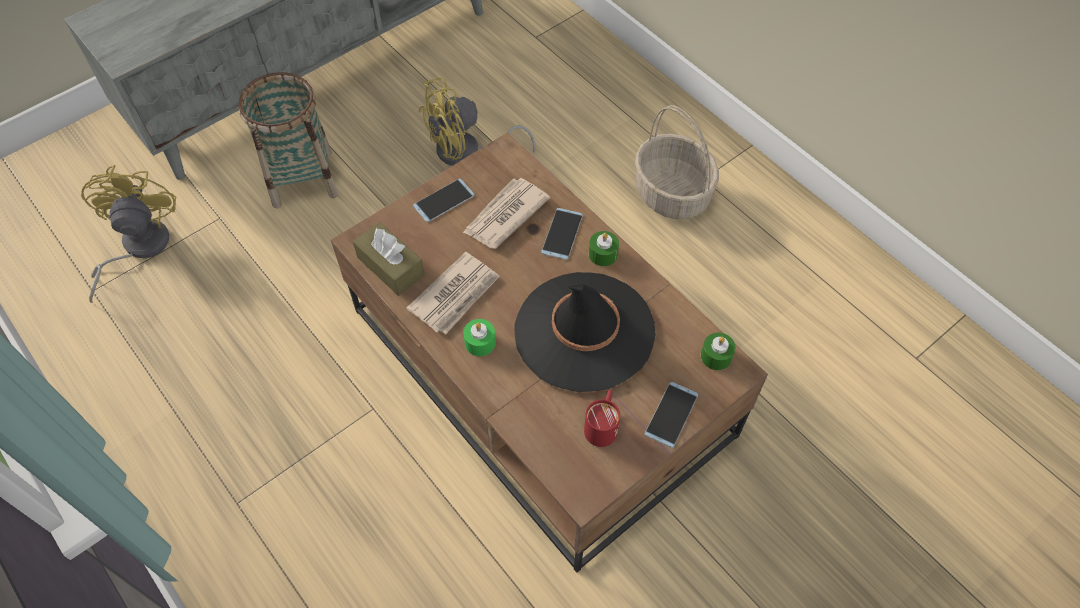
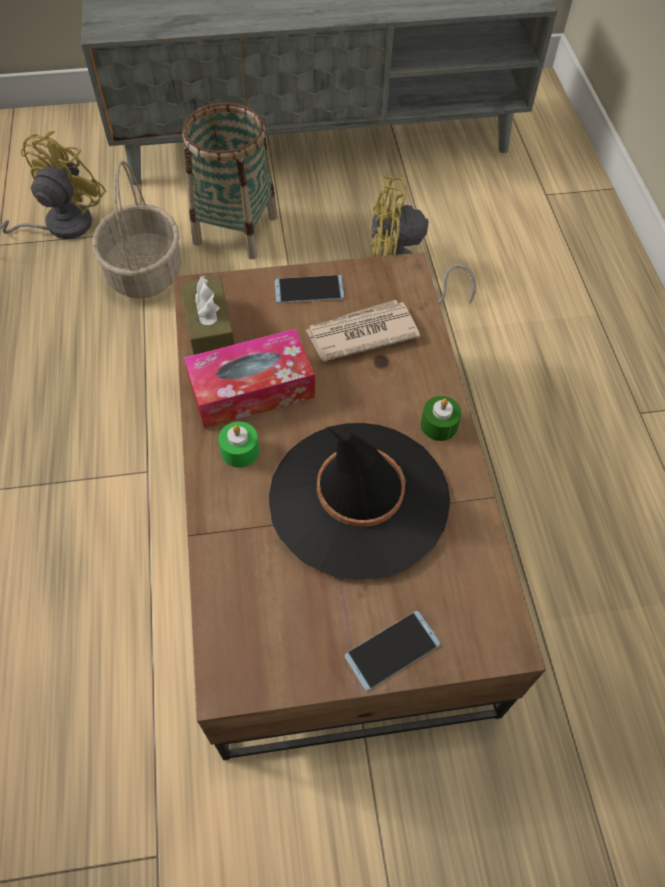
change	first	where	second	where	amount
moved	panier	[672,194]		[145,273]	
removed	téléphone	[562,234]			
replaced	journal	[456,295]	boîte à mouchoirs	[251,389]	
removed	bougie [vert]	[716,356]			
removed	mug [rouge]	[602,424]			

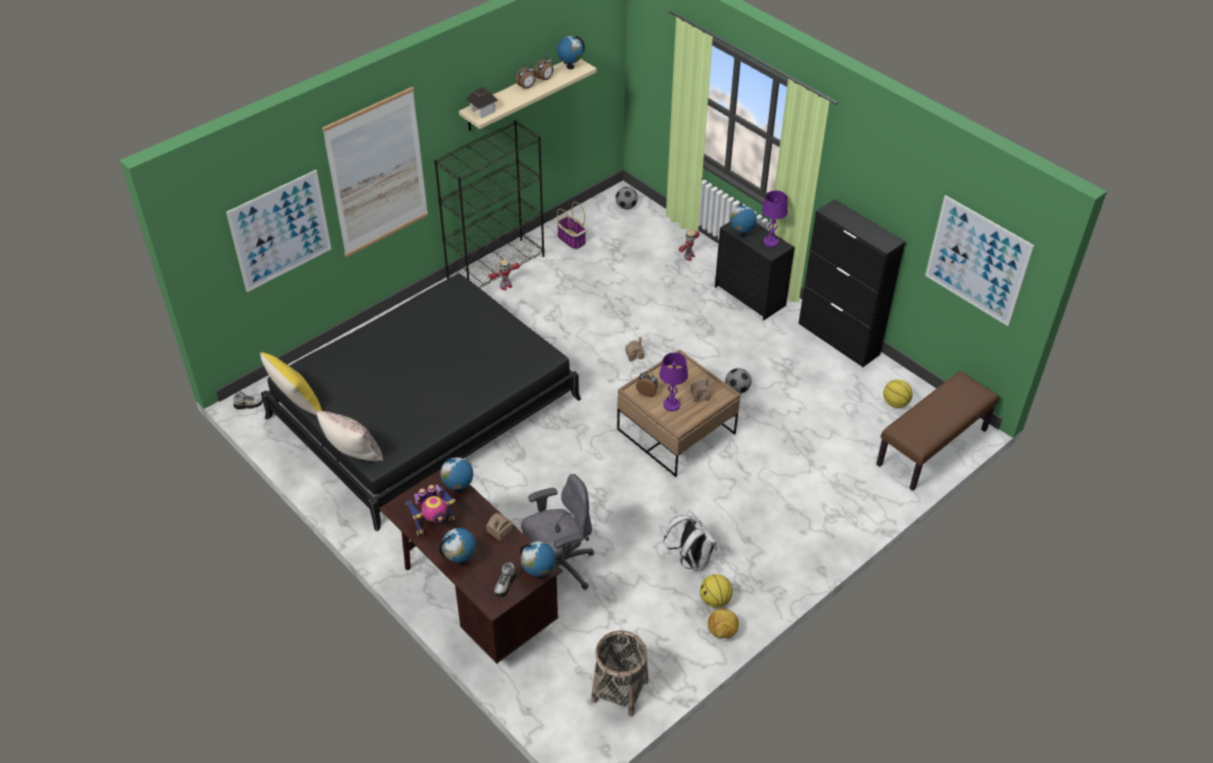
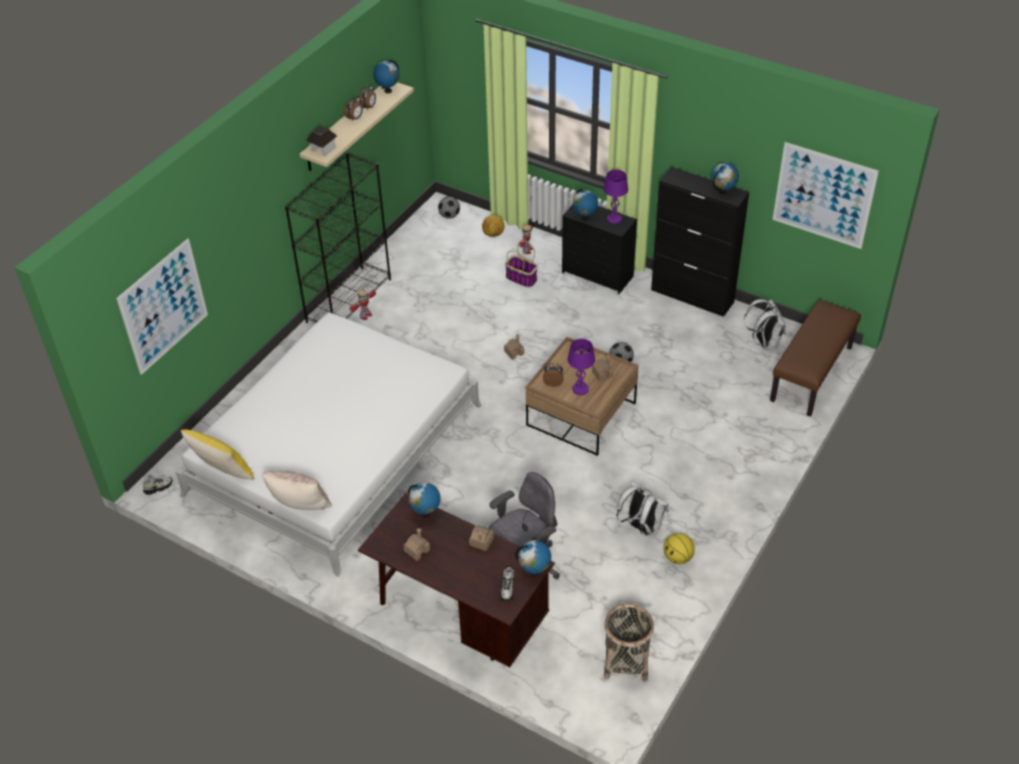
change	first	where	second	where	amount
removed	tableau	[377,173]			
moved	panier	[572,240]		[522,278]	
recoloured	lit [noir]	[424,408]	lit [blanc]	[335,449]	
replaced	ballon de basket	[895,403]	sac à dos [blanc]	[764,342]	
replaced	robot jouet	[434,523]	maison miniature	[417,550]	
moved	globe	[460,560]		[723,192]	
moved	ballon de foot	[722,632]		[493,234]	

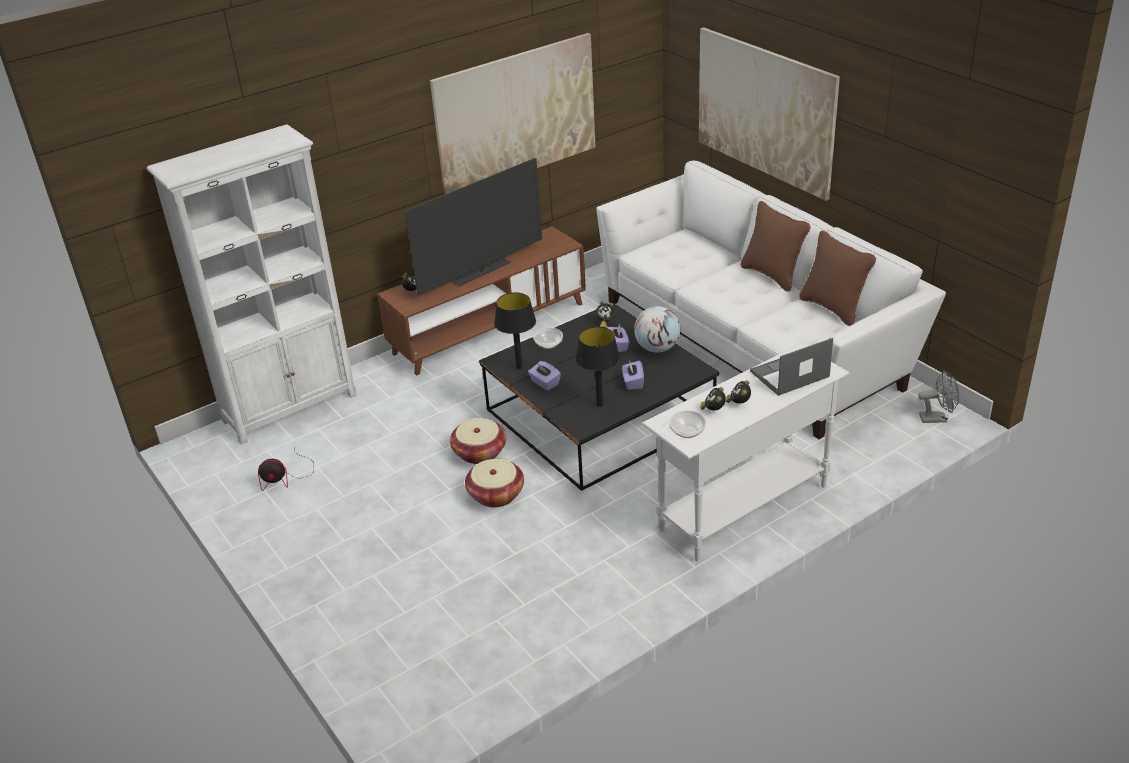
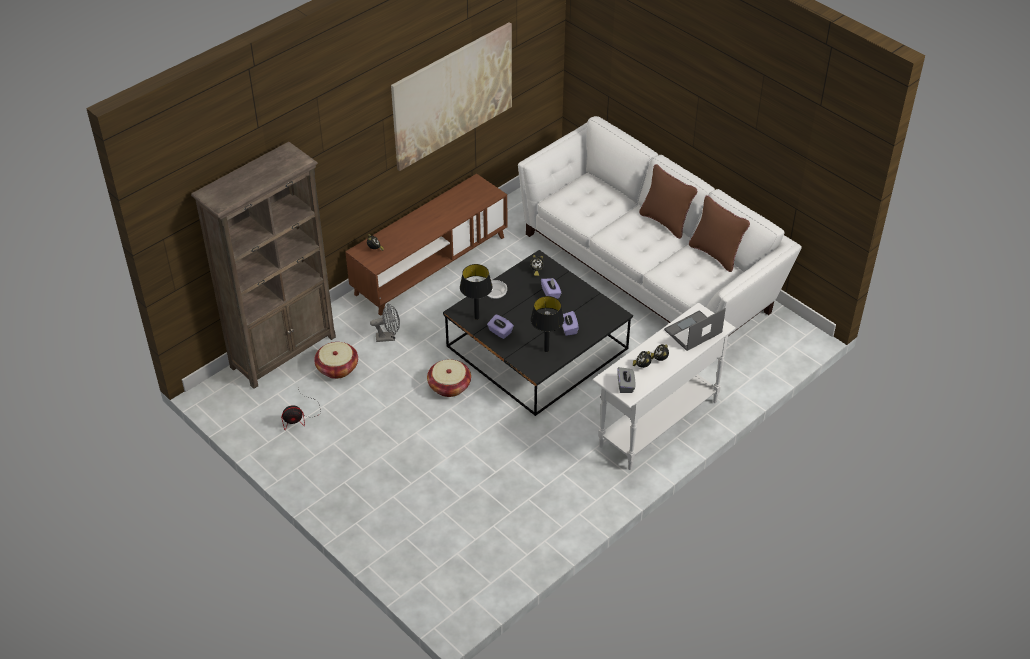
change	first	where	second	where	amount
removed	tableau	[764,111]			
recoloured	bibliothèque [blanc]	[291,407]	bibliothèque [marron]	[284,352]	
removed	téléviseur	[481,272]			
removed	globe	[657,348]			
moved	ventilateur [gris]	[937,418]		[388,337]	
replaced	bol	[687,431]	boîte à mouchoirs [gris]	[625,385]	
moved	panier	[496,494]		[337,368]	

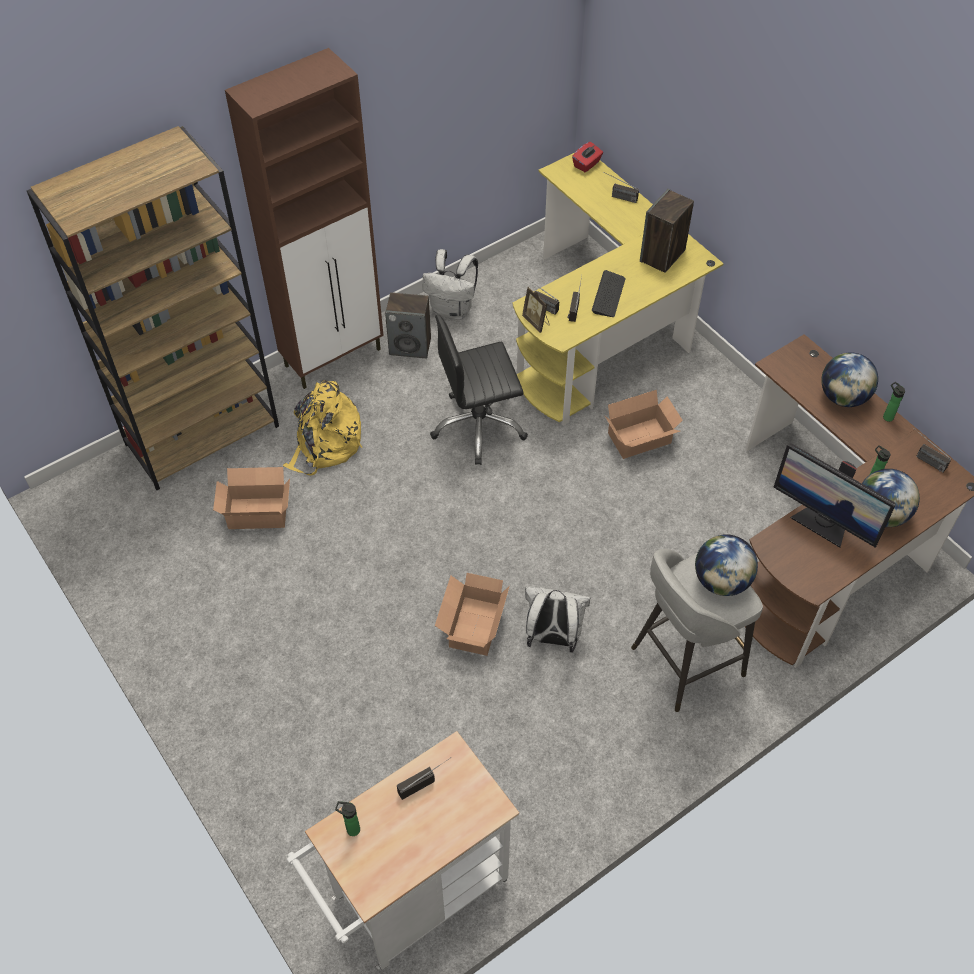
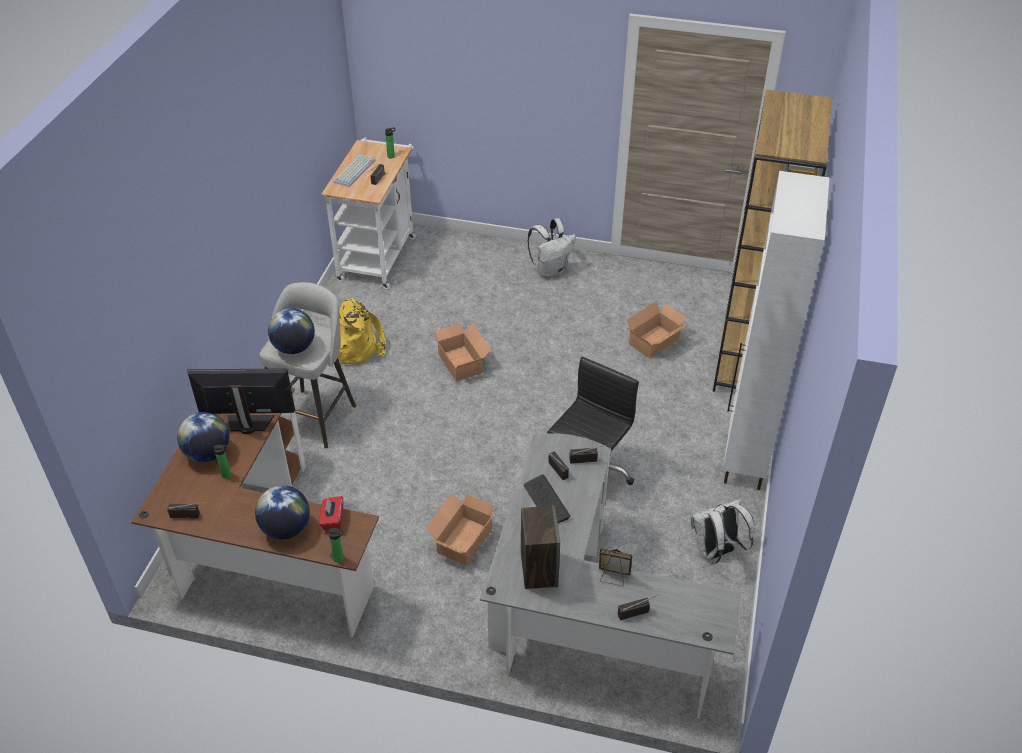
change	first	where	second	where	amount
recoloured	meuble de rangement [marron]	[334,357]	meuble de rangement [blanc]	[745,456]	
moved	boîte à mouchoirs [rouge]	[587,164]		[332,520]	
recoloured	bureau [jaune]	[603,331]	bureau [gris]	[579,618]	
moved	cadre photo	[536,322]		[613,577]	
removed	enceinte	[410,346]			
moved	sac à dos [jaune]	[325,444]		[355,345]	
moved	bouteille	[886,416]		[340,559]	
moved	sac à dos [blanc]	[553,638]		[550,270]	
added			clavier	[354,170]	

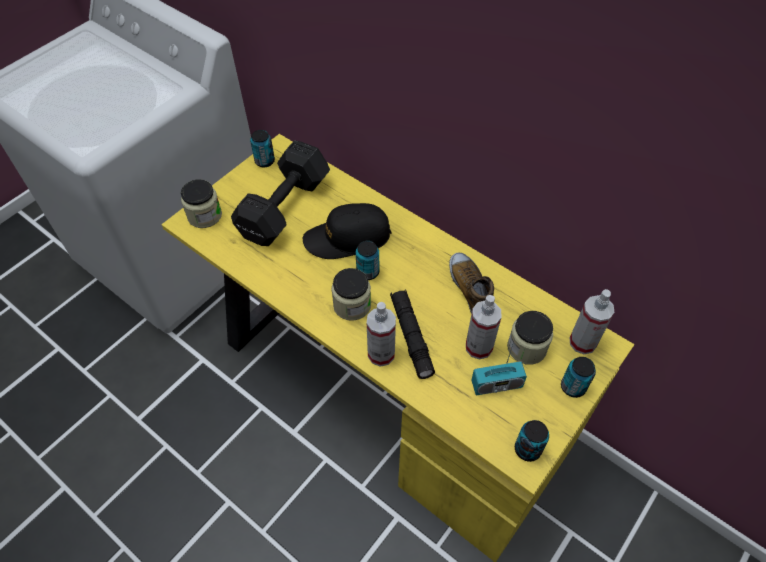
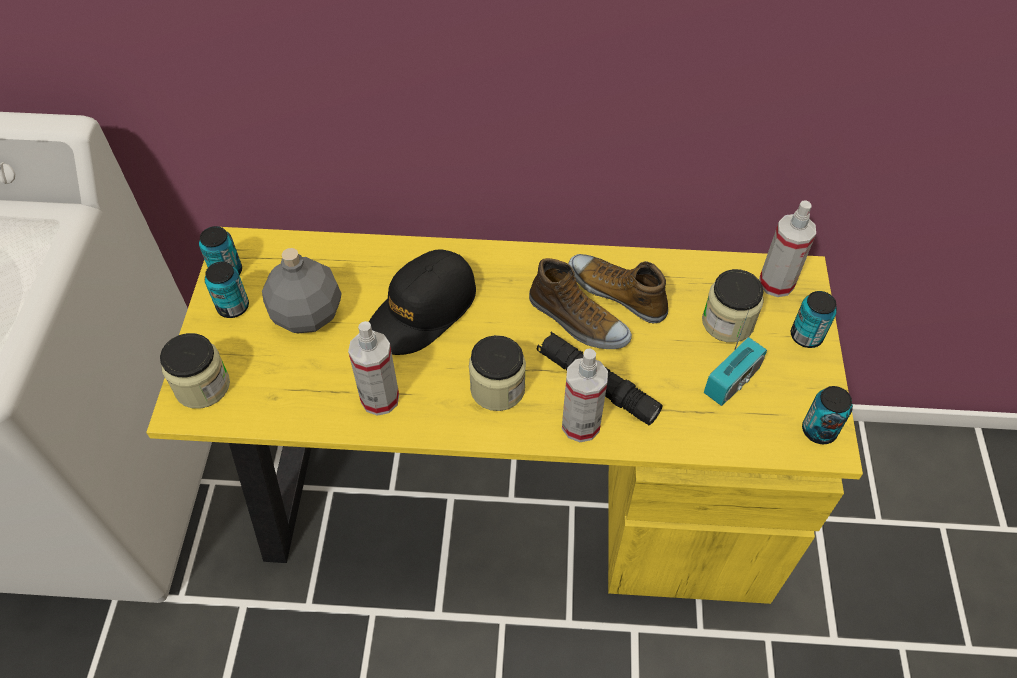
change	first	where	second	where	amount
replaced	haltère [noir]	[286,206]	bouteille [gris]	[308,314]	
moved	boîte métallique	[368,272]		[233,307]	
moved	vaporisateur	[479,347]		[380,399]	
added			chaussure	[577,321]	

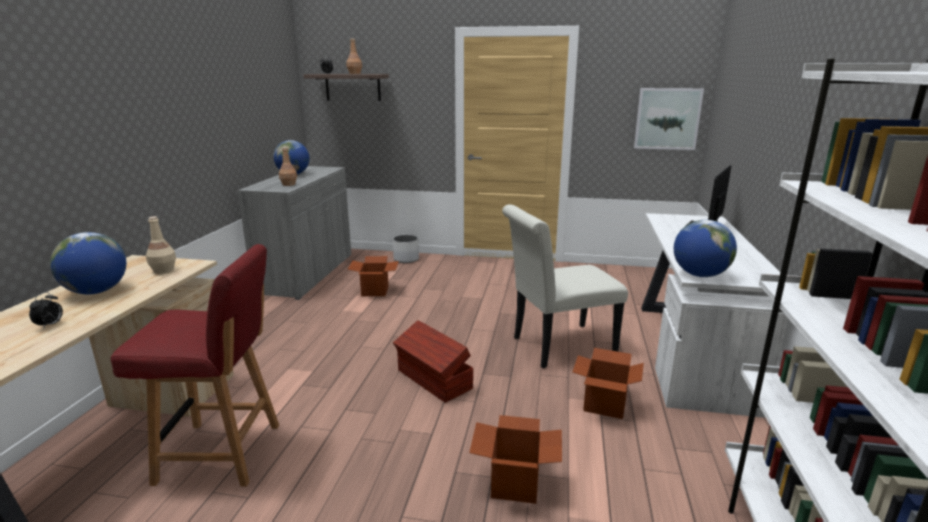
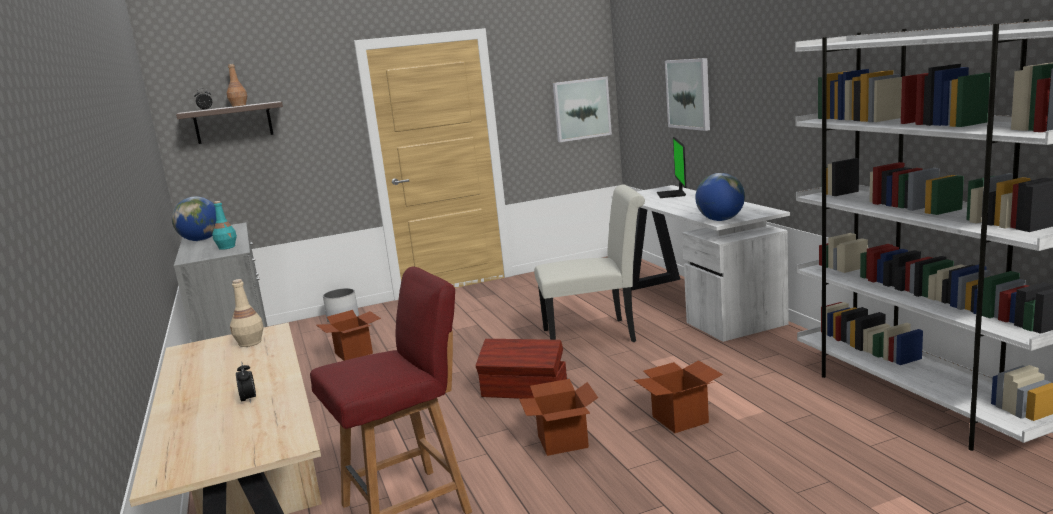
change	first	where	second	where	amount
recoloured	bouteille [marron]	[289,184]	bouteille [turquoise]	[227,247]	
turned	chaise [blanc]	[557,347]		[596,335]	135 degrees counterclockwise
removed	globe	[97,291]			
moved	carton	[605,404]		[563,441]	
added			tableau	[689,94]	

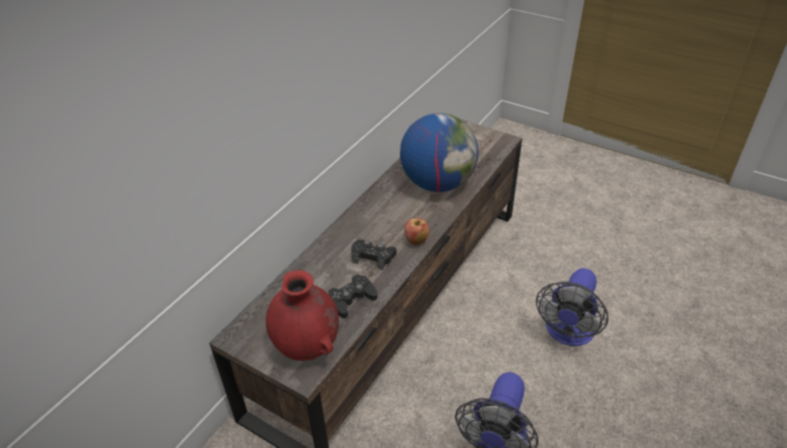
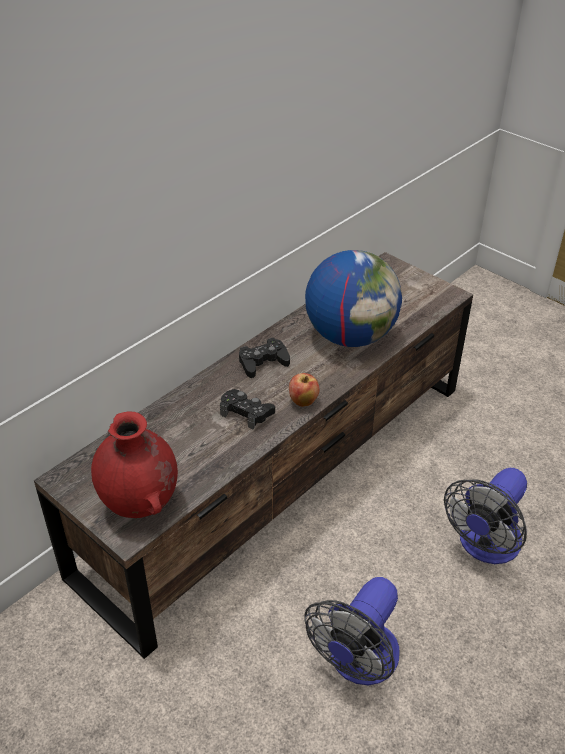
change	first	where	second	where	amount
moved	manette [noir]	[352,299]		[263,362]	

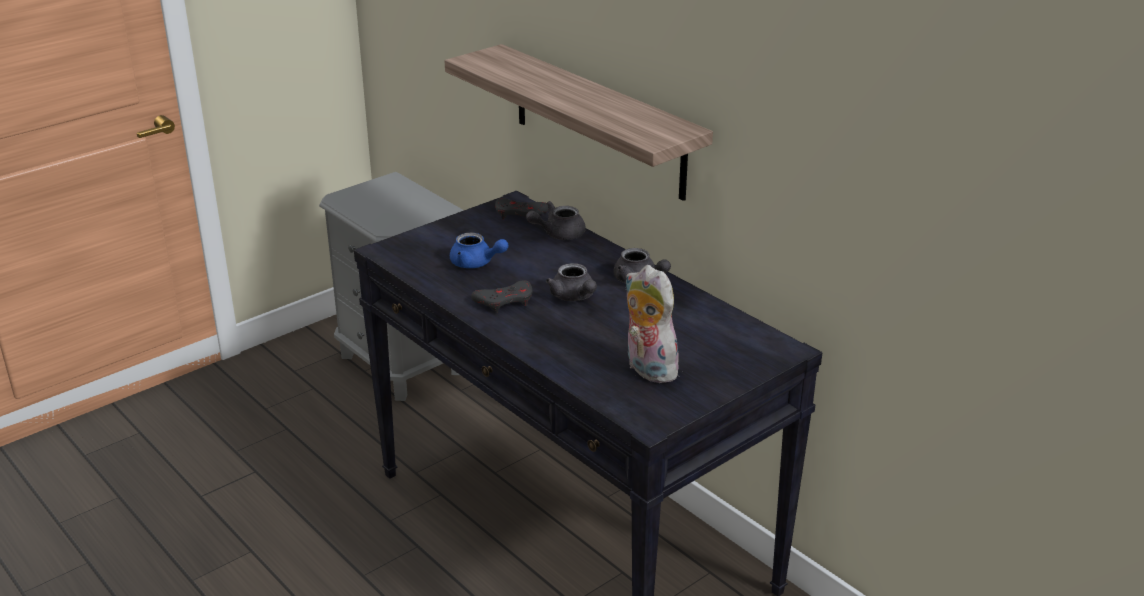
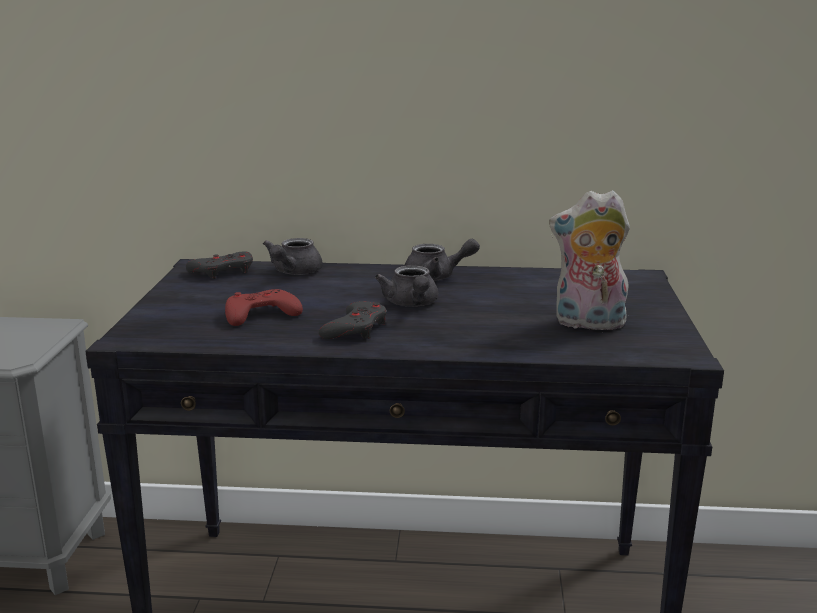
change	first	where	second	where	amount
removed	étagère	[598,121]			
replaced	théière [bleu]	[476,263]	manette [rouge]	[261,314]	
turned	théière [gris]	[574,297]		[411,304]	60 degrees clockwise

